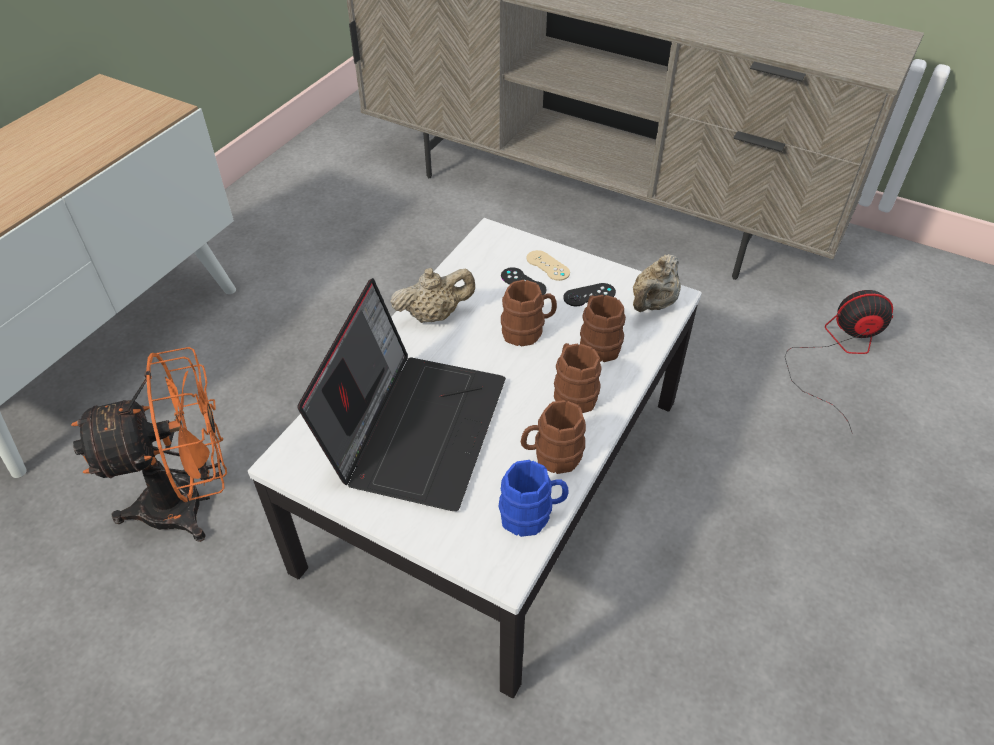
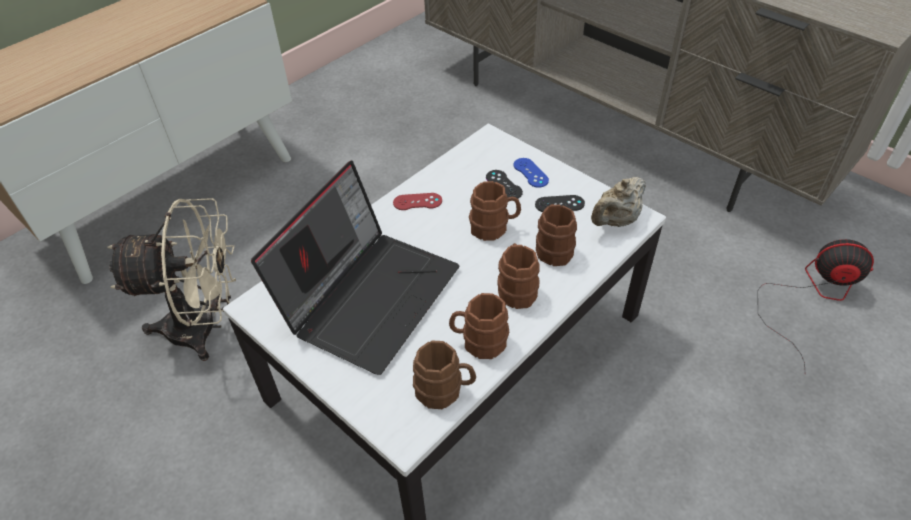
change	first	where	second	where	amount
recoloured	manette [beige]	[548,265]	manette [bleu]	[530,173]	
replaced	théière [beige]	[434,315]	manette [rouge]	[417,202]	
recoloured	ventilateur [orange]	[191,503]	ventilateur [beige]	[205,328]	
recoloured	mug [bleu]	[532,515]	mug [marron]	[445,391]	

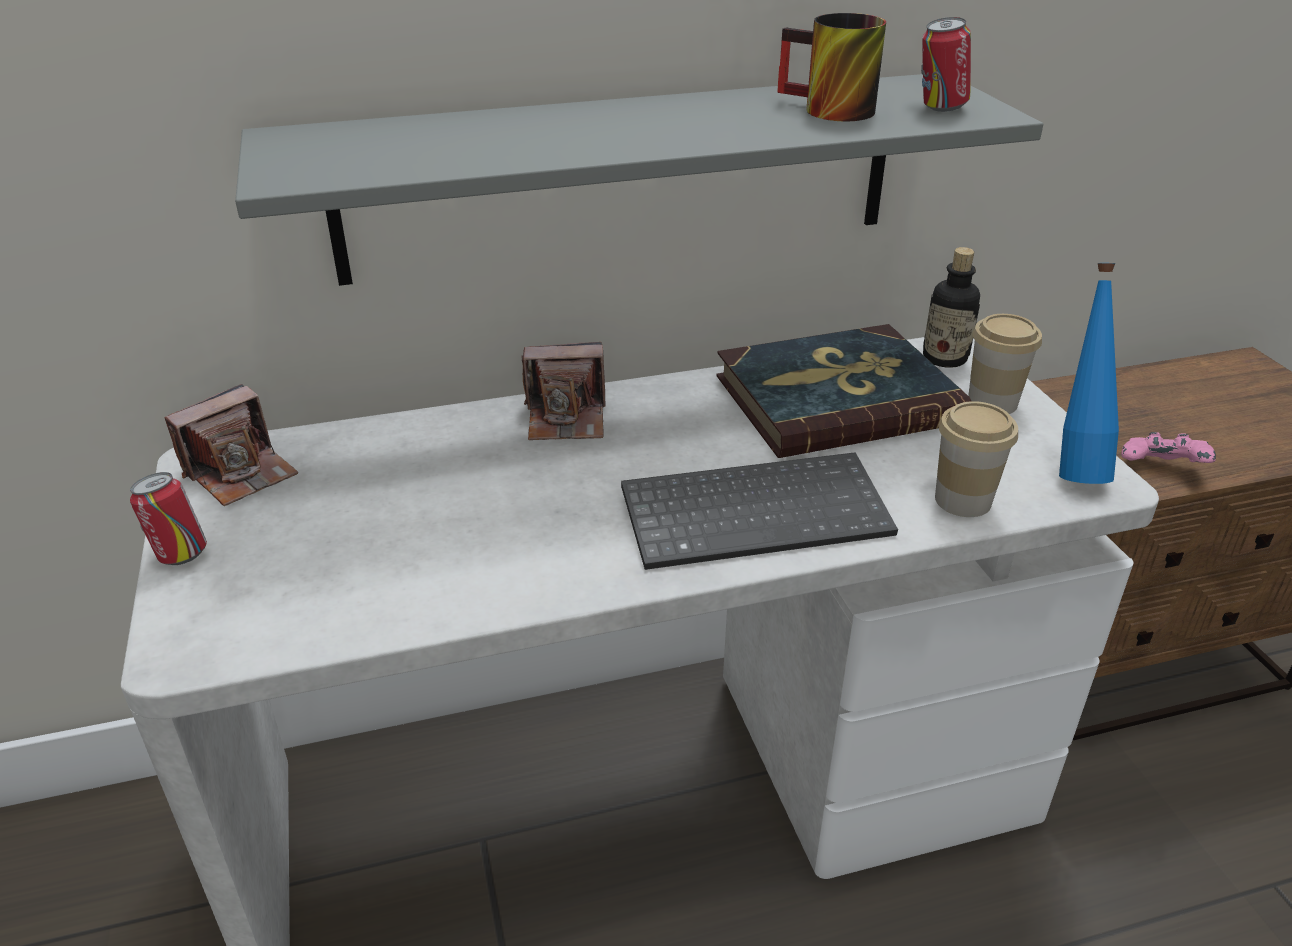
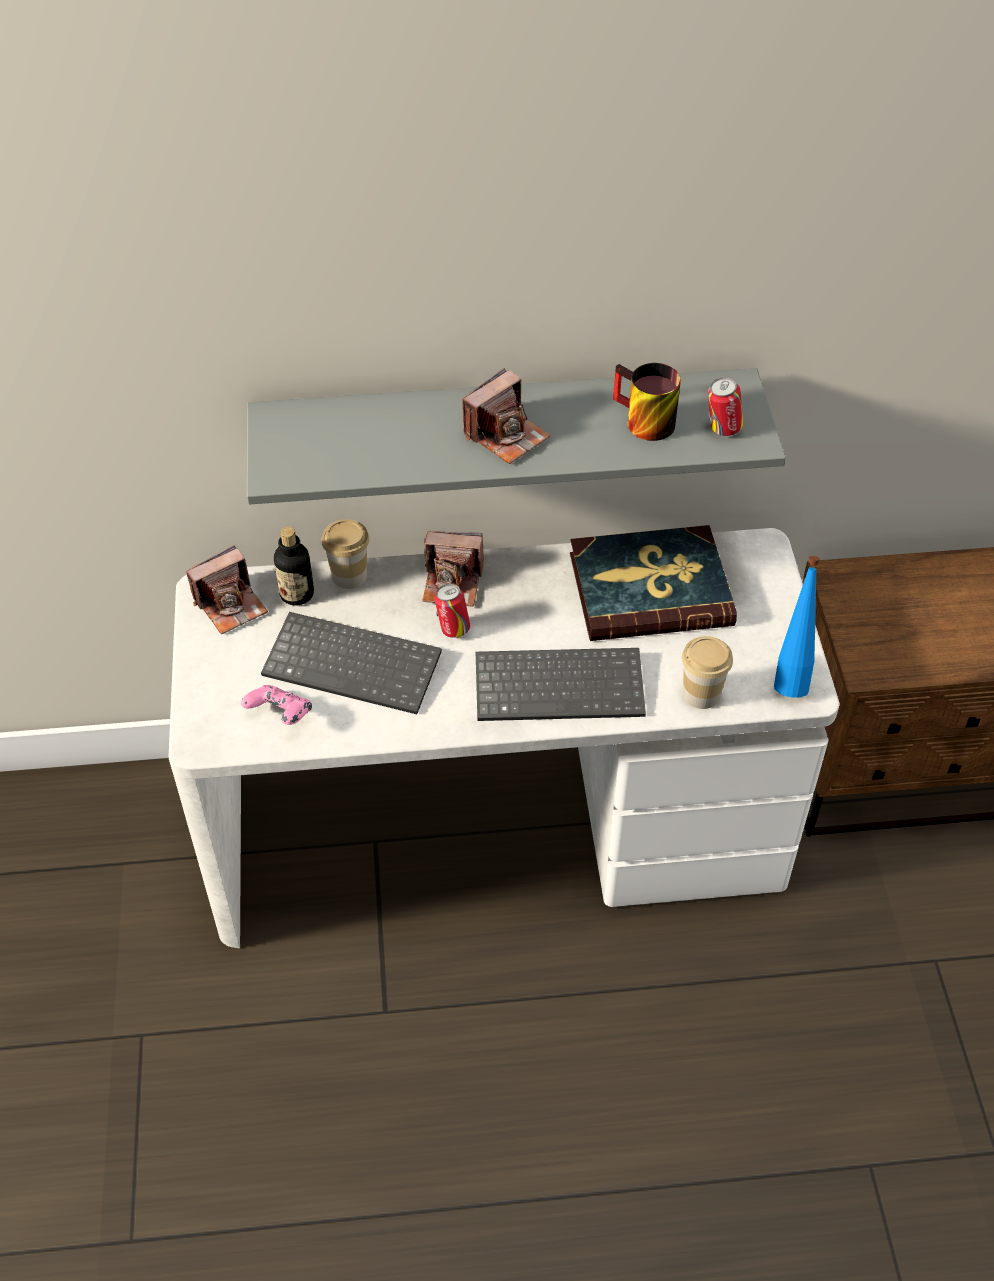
change	first	where	second	where	amount
moved	bouteille	[944,358]		[297,594]	
moved	tasse	[992,402]		[349,576]	
moved	manette [rose]	[1161,471]		[280,716]	
moved	boîte métallique	[180,555]		[453,629]	
added			appareil photo	[506,435]	
added			clavier	[355,664]	

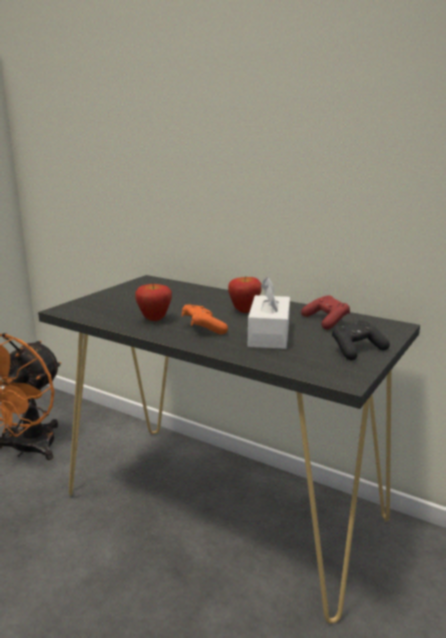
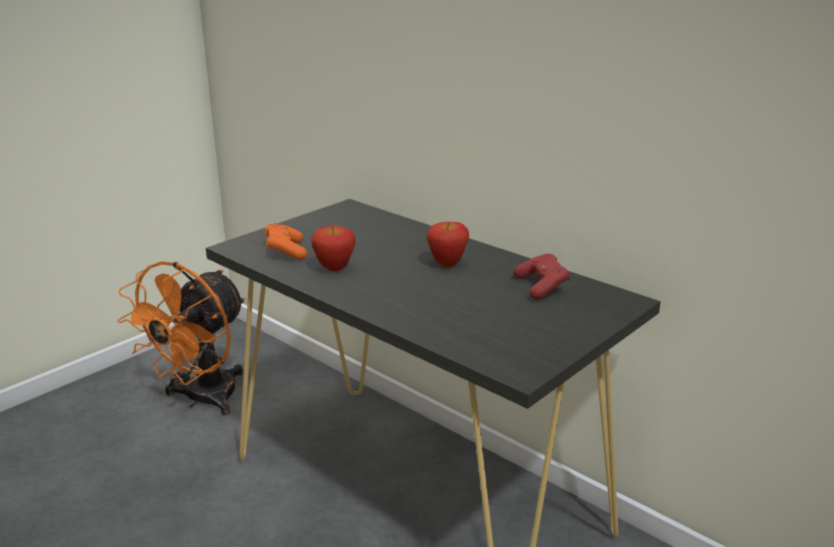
change	first	where	second	where	amount
removed	boîte à mouchoirs [blanc]	[269,335]			
moved	manette [orange]	[203,328]		[285,251]	
removed	manette [noir]	[357,350]			

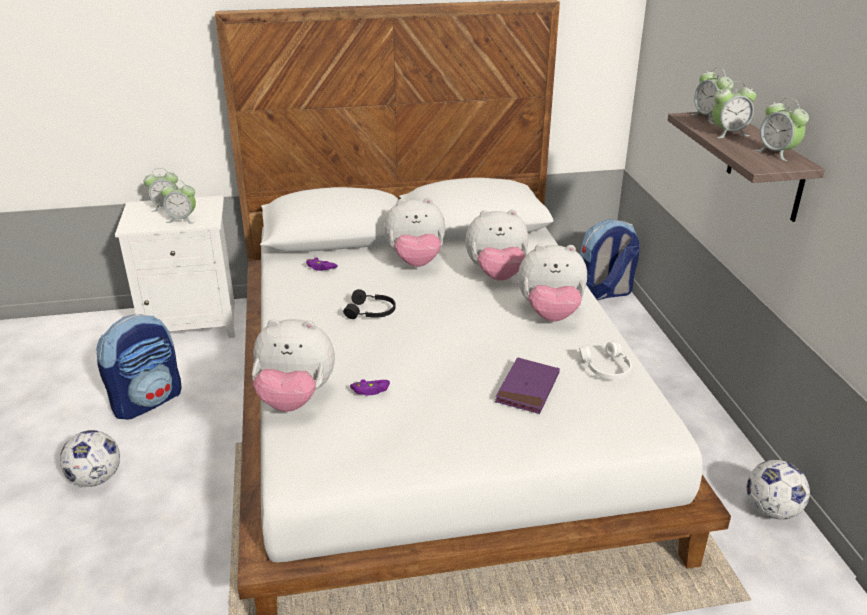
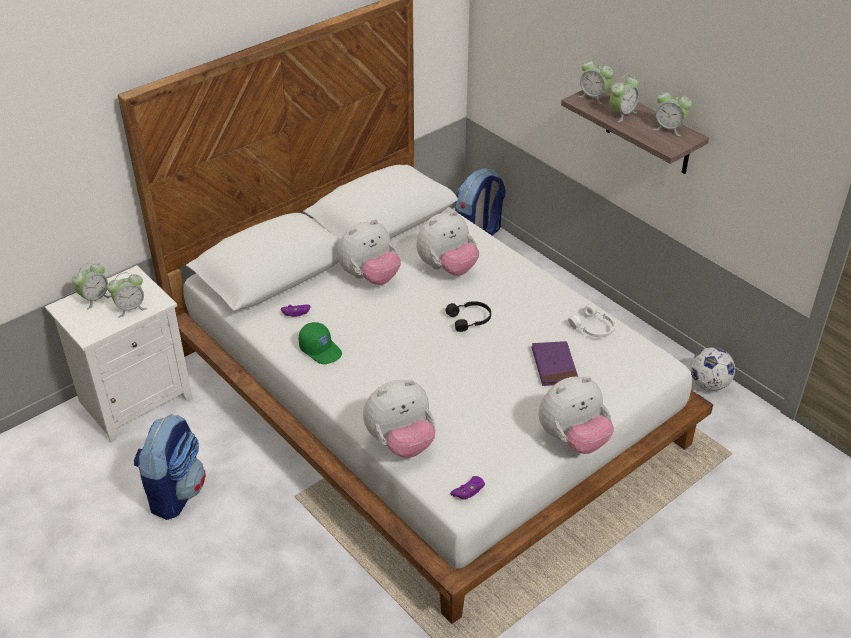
change	first	where	second	where	amount
moved	peluche	[550,314]		[573,439]	
moved	casque audio [noir]	[371,312]		[470,320]	
moved	manette [violet]	[371,390]		[468,491]	
removed	ballon de foot	[96,479]			
added			casquette [vert]	[321,349]	

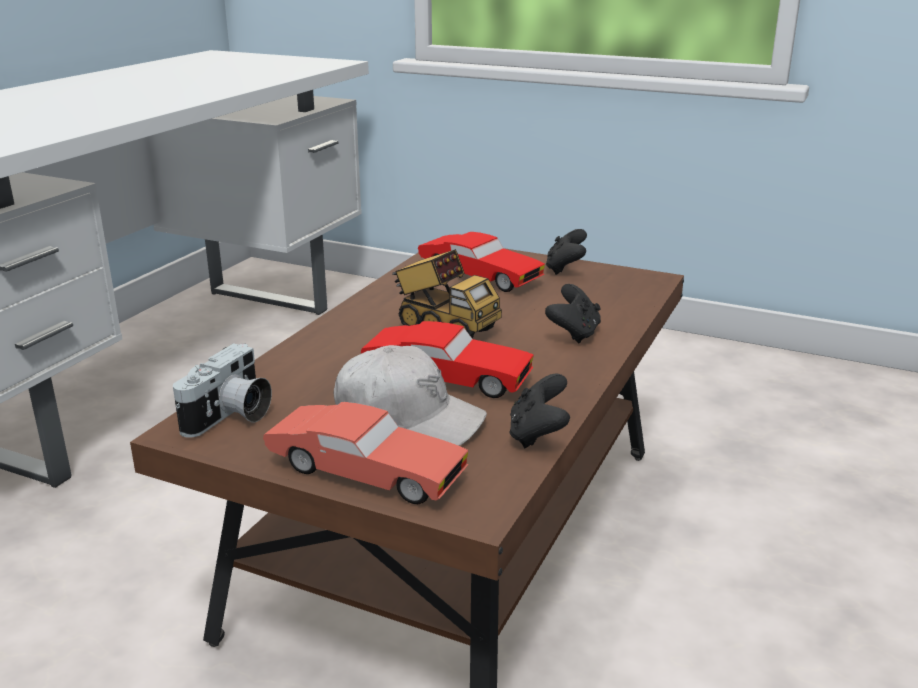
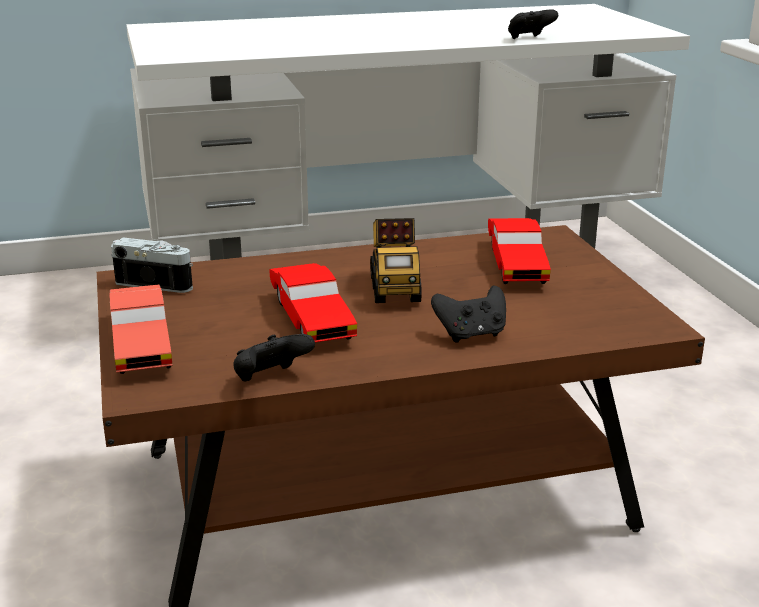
change	first	where	second	where	amount
moved	manette [noir]	[565,269]		[529,39]	
turned	appareil photo	[231,417]		[159,282]	150 degrees counterclockwise
removed	casquette [blanc]	[408,418]			

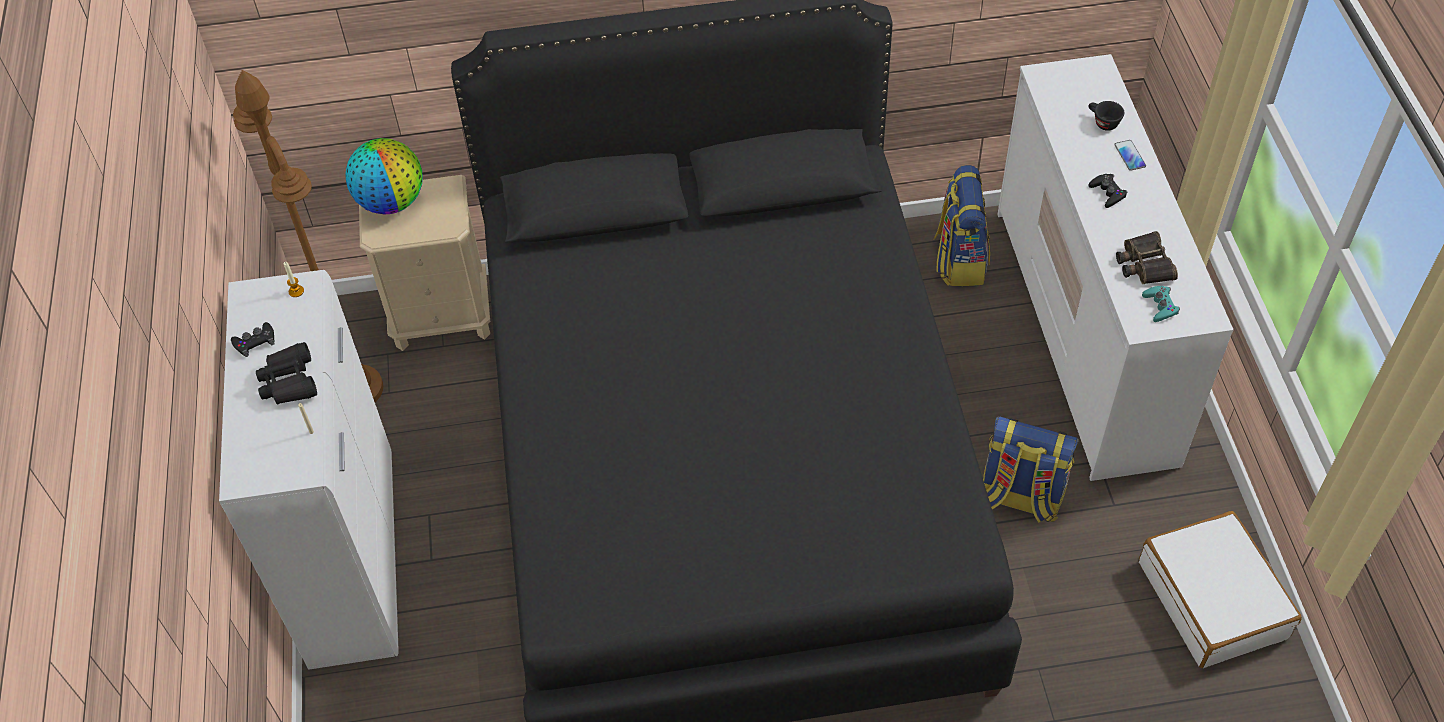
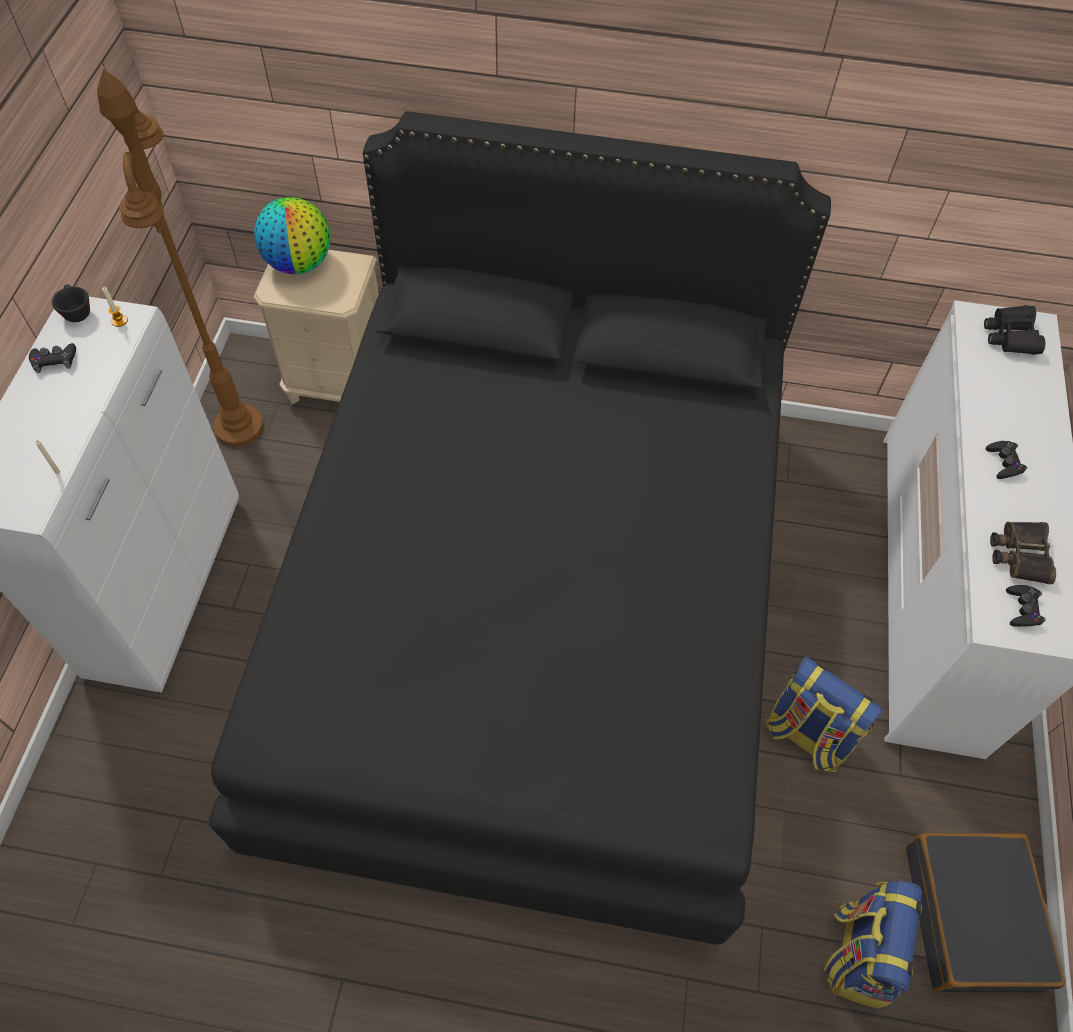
change	first	where	second	where	amount
moved	tasse [noir]	[1102,122]		[76,311]	
removed	téléphone	[1129,156]			
moved	sac à dos	[959,259]		[858,953]	
recoloured	manette [turquoise]	[1160,306]	manette [noir]	[1022,609]	
moved	jumelles [noir]	[289,381]		[1010,336]	
recoloured	valise [blanc]	[1213,600]	valise [noir]	[971,917]	

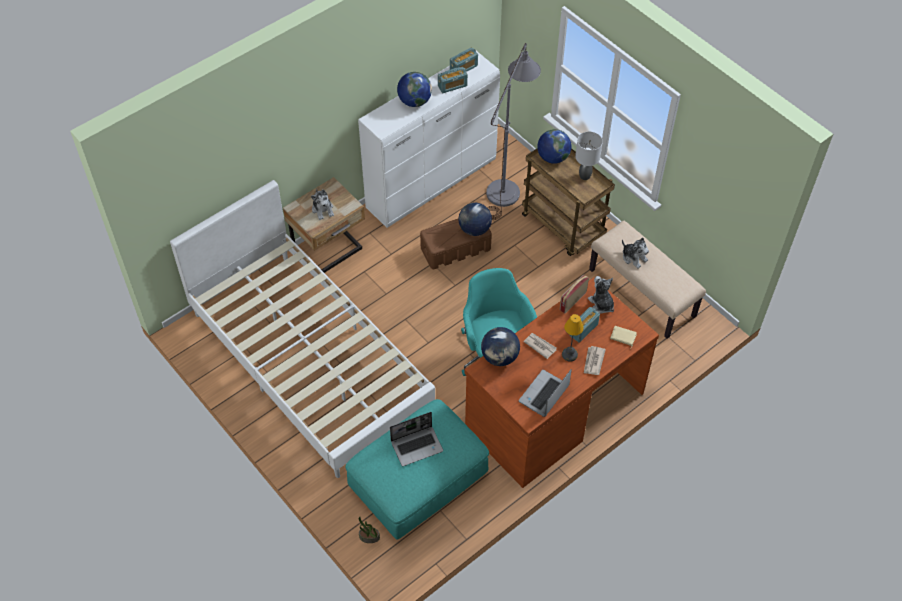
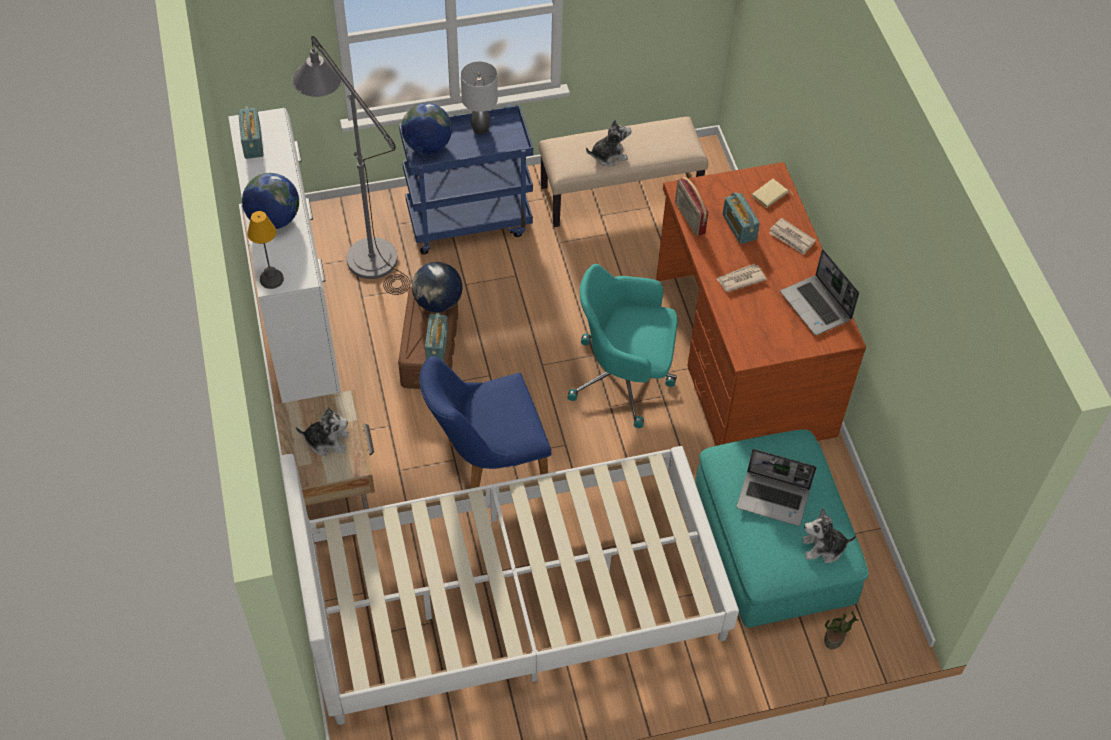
change	first	where	second	where	amount
moved	radio	[452,86]		[437,346]	
recoloured	chariot [marron]	[564,226]	chariot [bleu]	[469,221]	
moved	peluche	[601,304]		[823,548]	
moved	lampe de table	[569,354]		[271,279]	
removed	globe	[499,357]			
turned	ordinateur portable	[417,446]		[774,499]	105 degrees clockwise
added			chaise [bleu]	[487,465]	

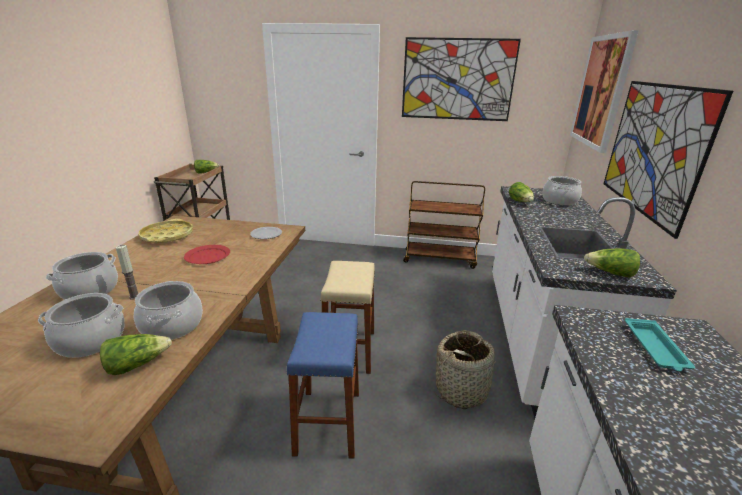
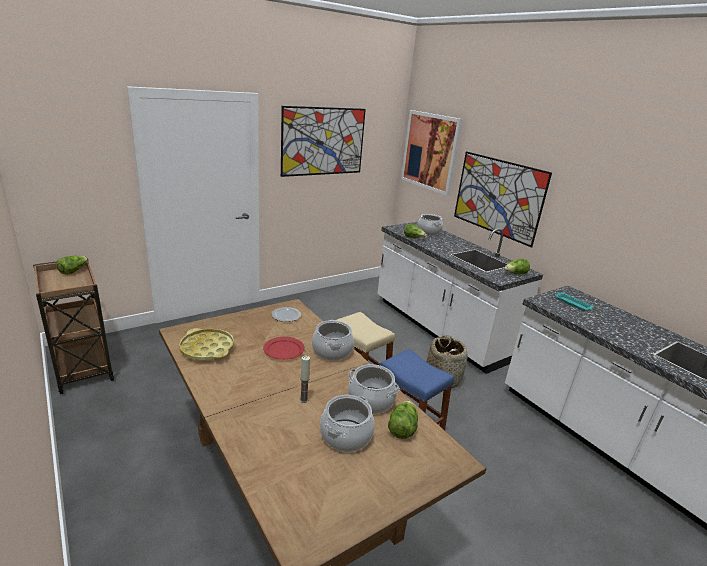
change	first	where	second	where	amount
removed	chariot [marron]	[440,259]			
moved	marmite	[90,290]		[332,351]	

